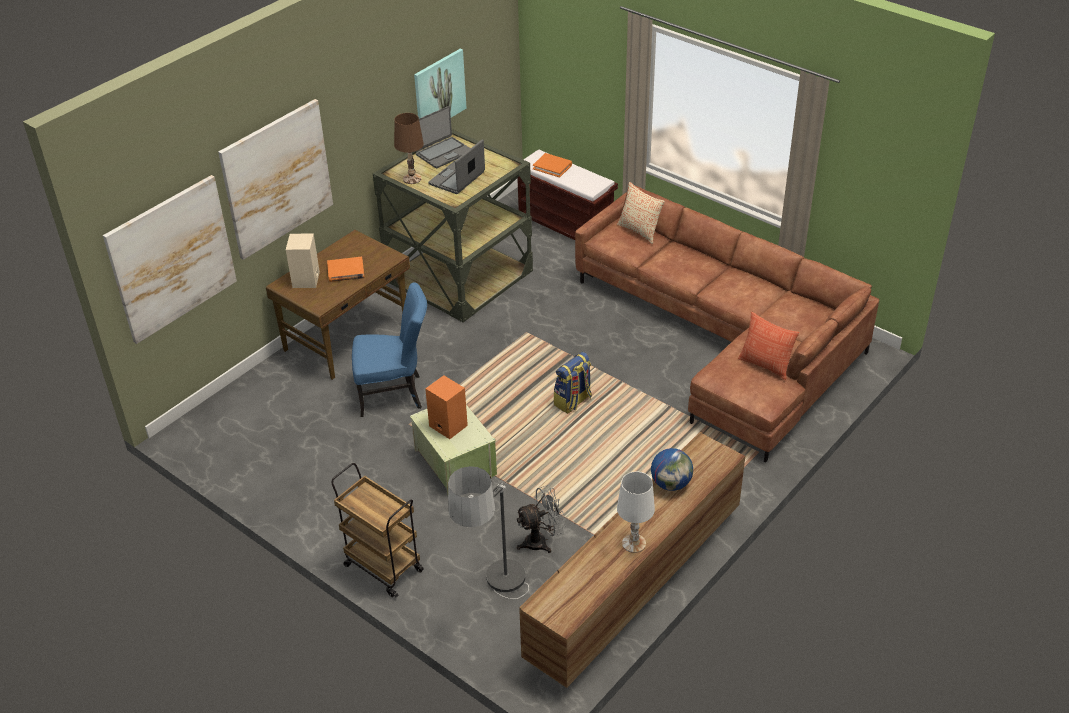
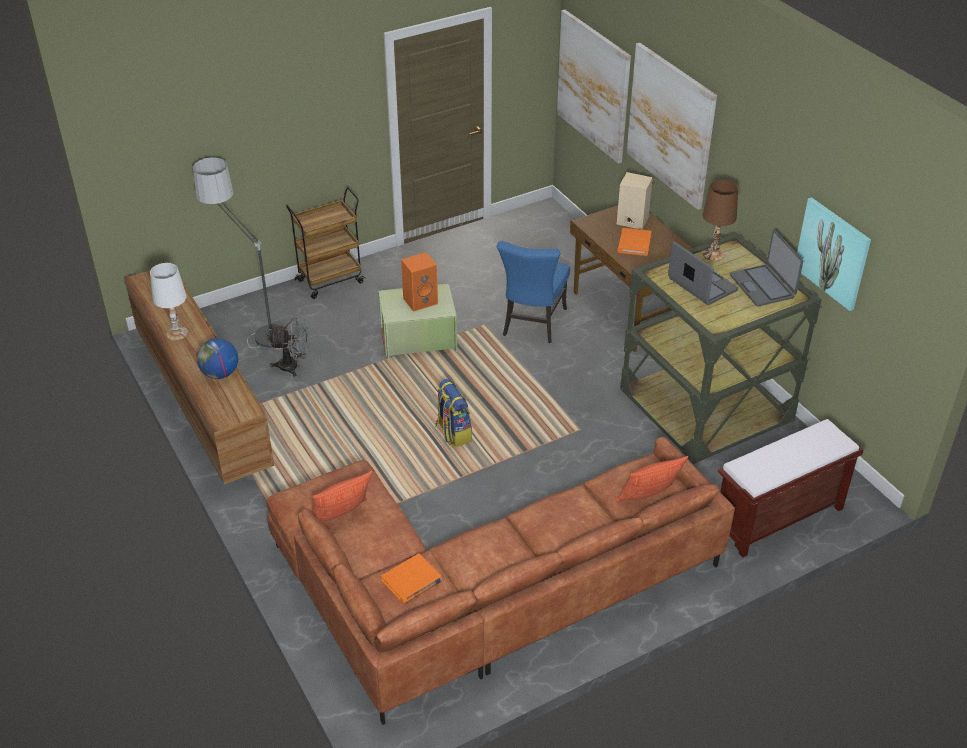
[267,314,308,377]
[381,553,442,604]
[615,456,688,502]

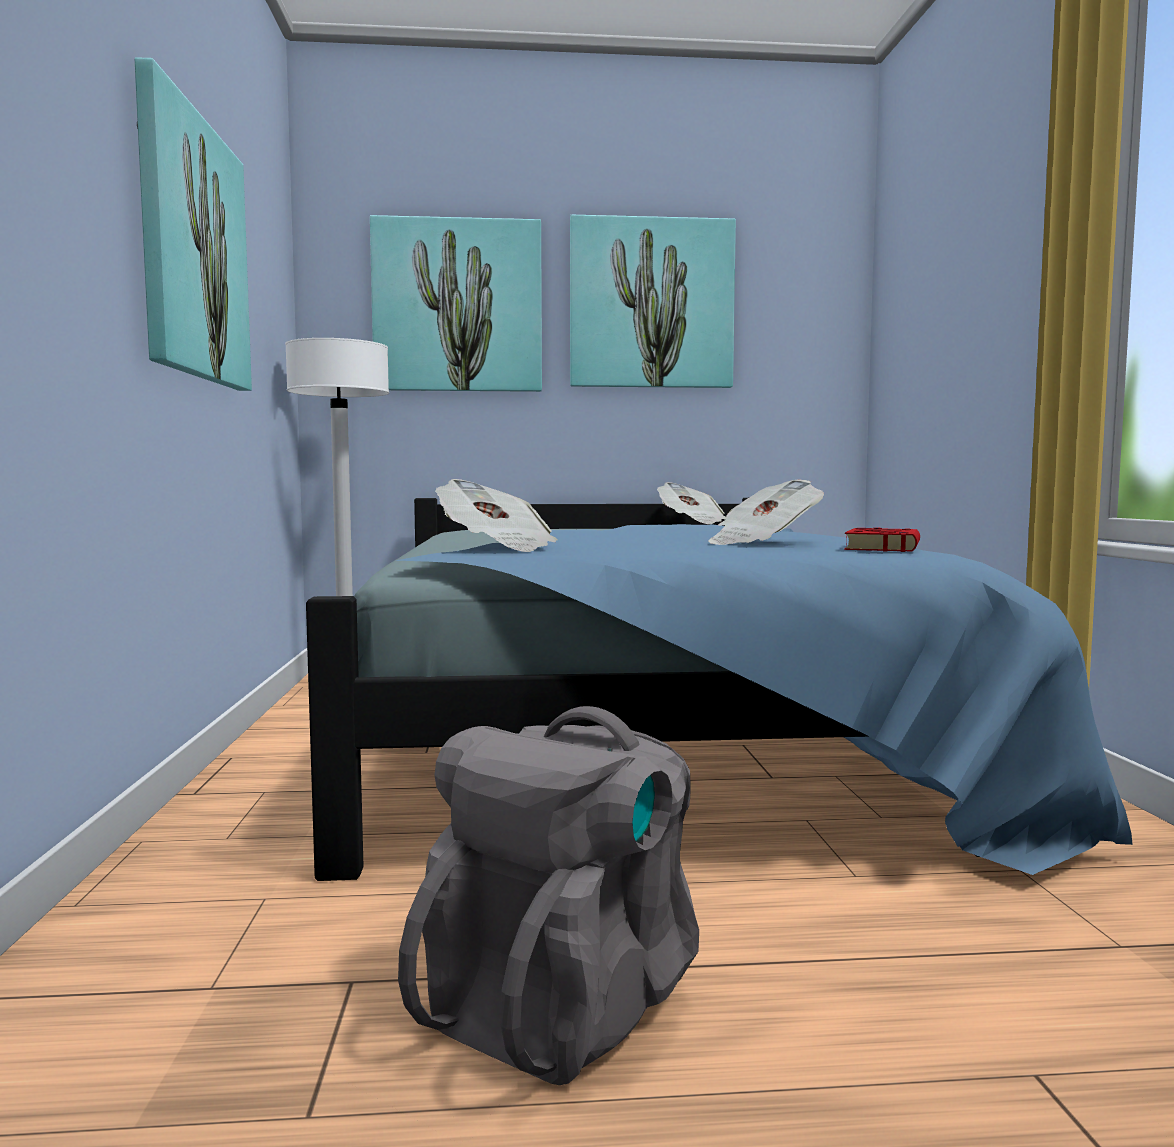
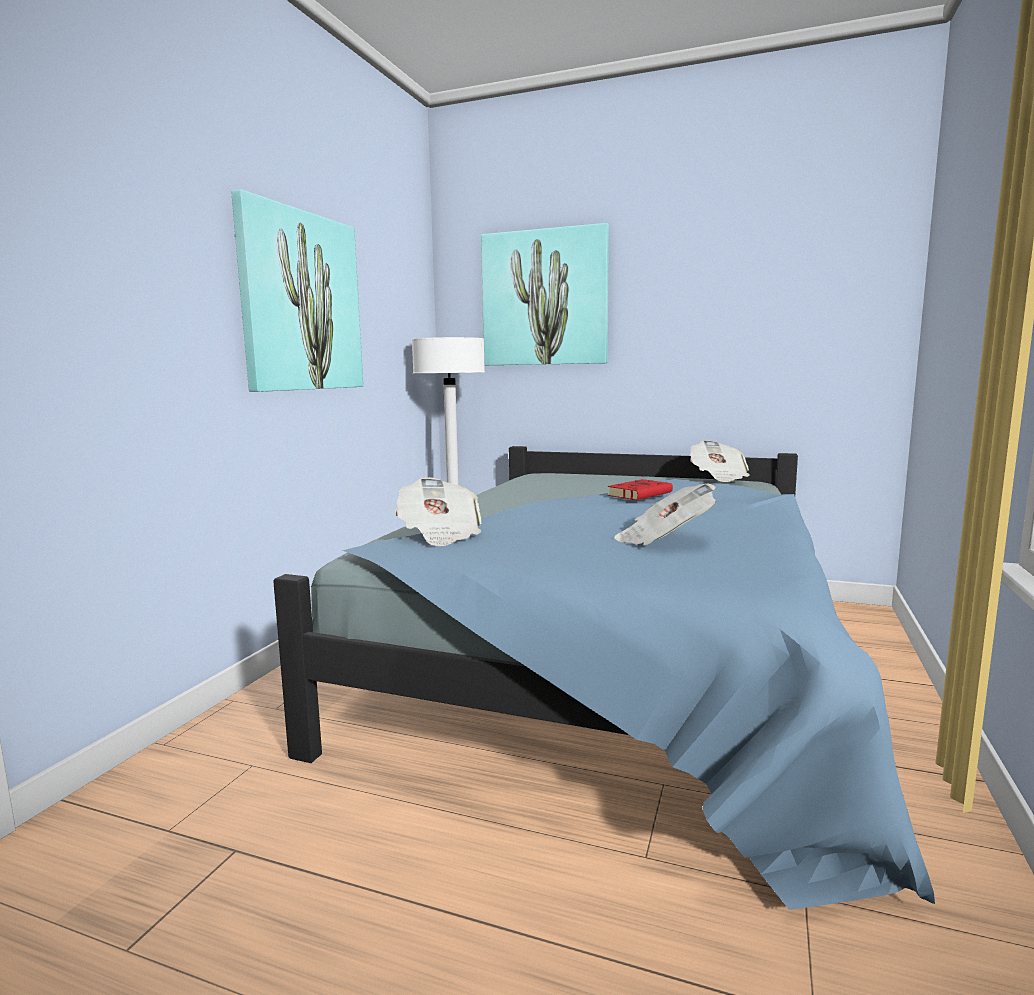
[398,706,699,1085] (first image)
[570,215,736,388] (first image)
[607,479,673,500]

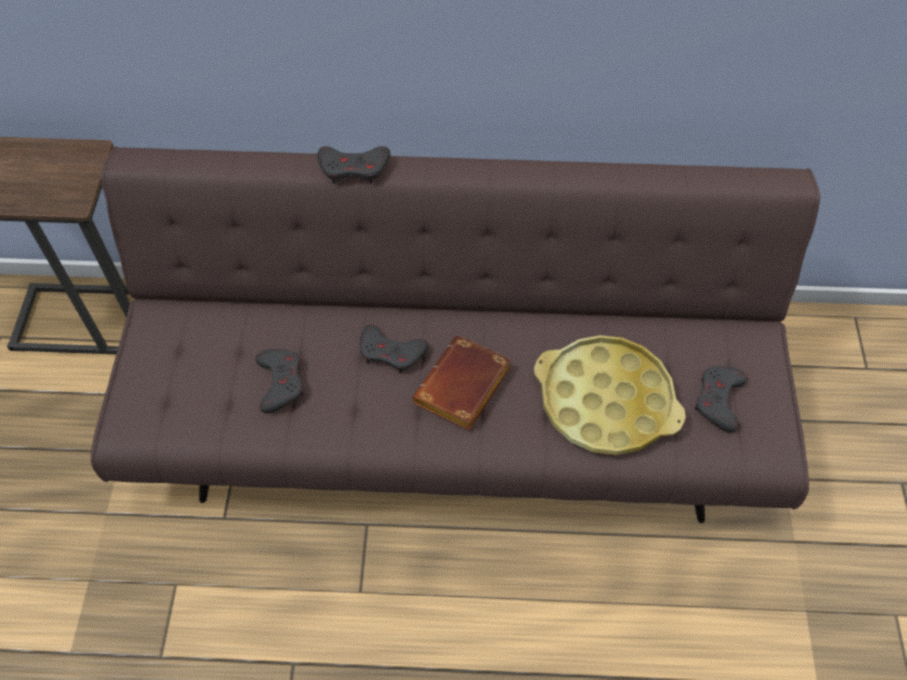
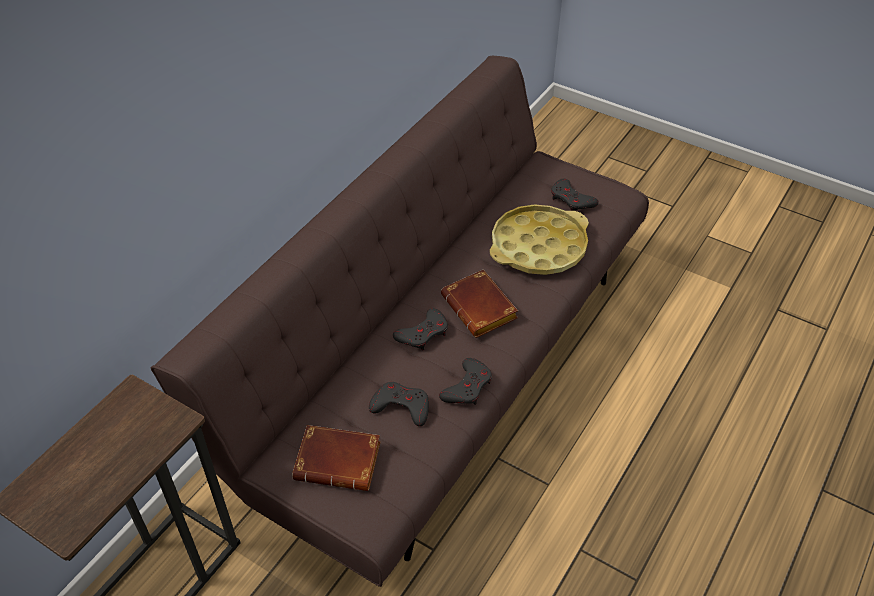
[439,358,492,405]
[292,425,381,491]

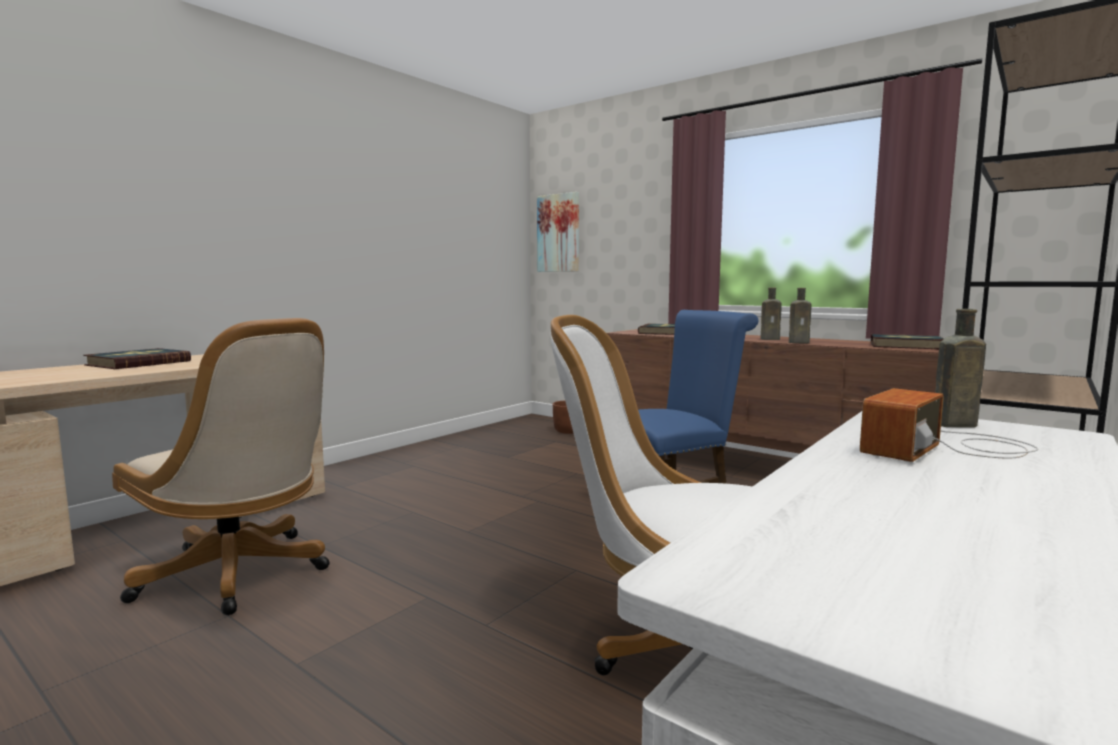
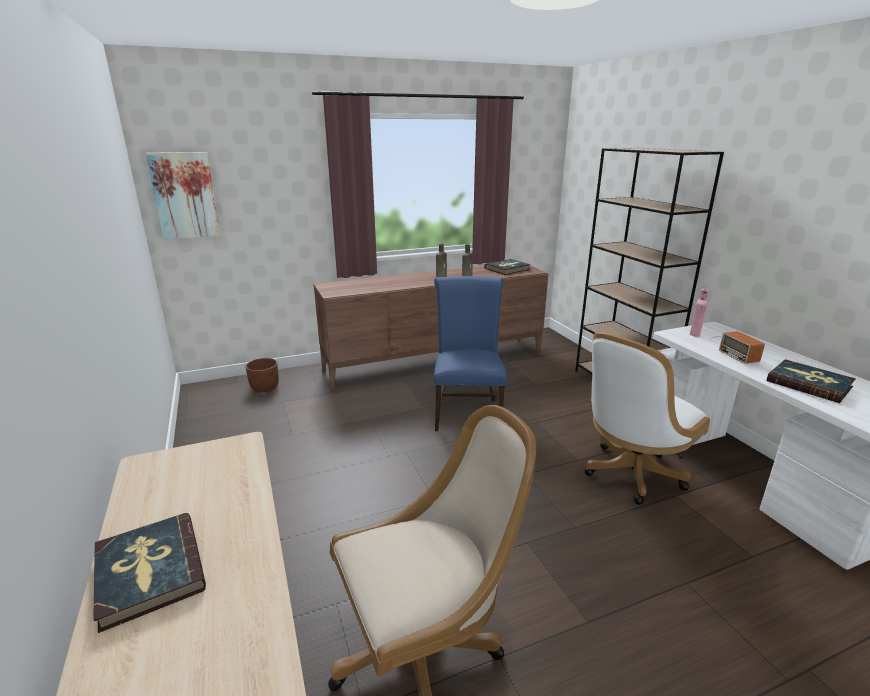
[766,359,855,403]
[690,288,709,337]

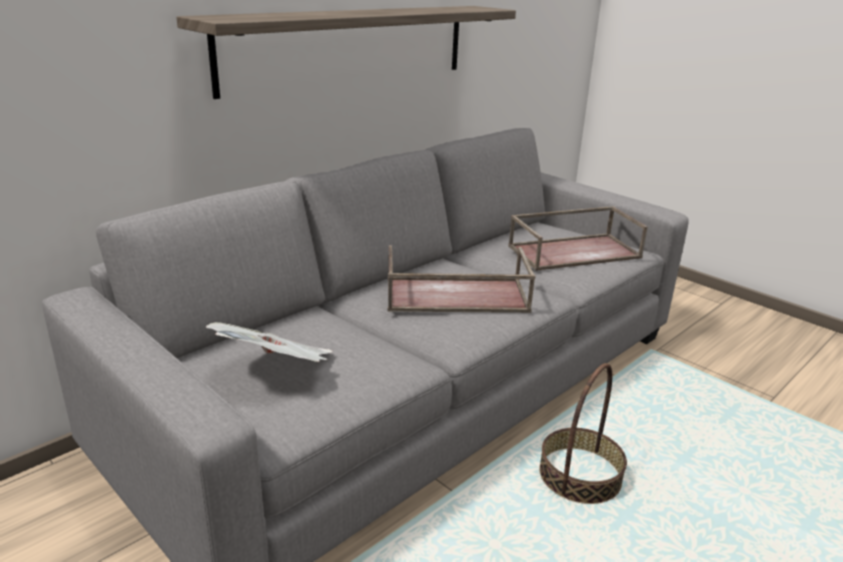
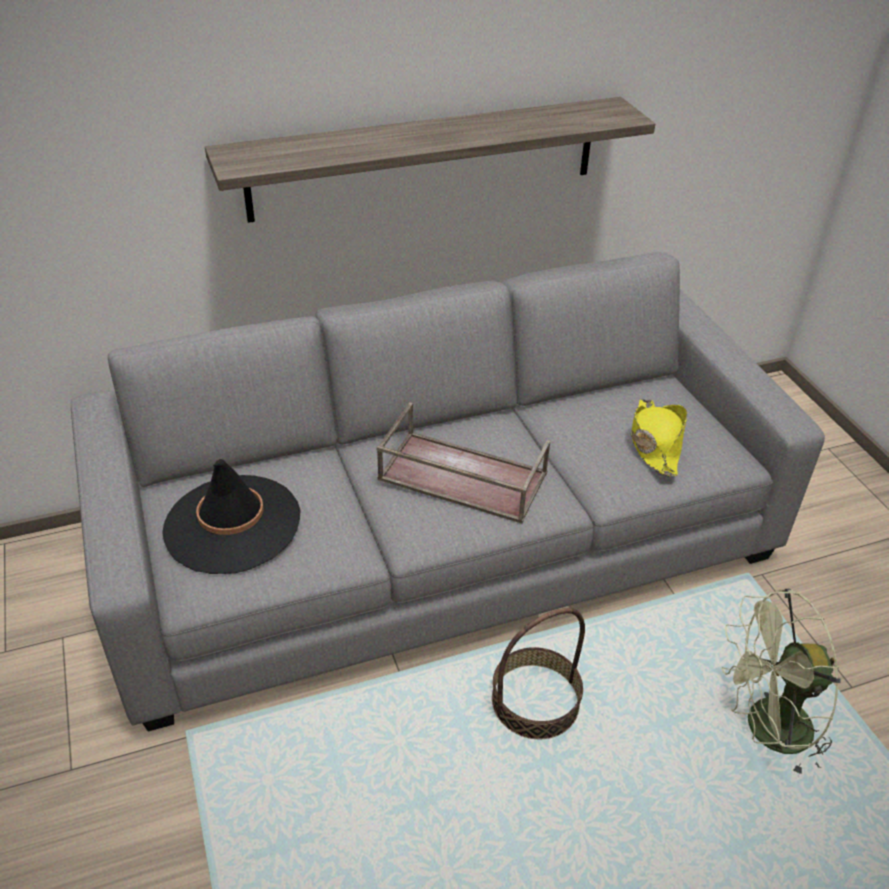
[162,459,301,574]
[631,399,688,477]
[721,589,841,777]

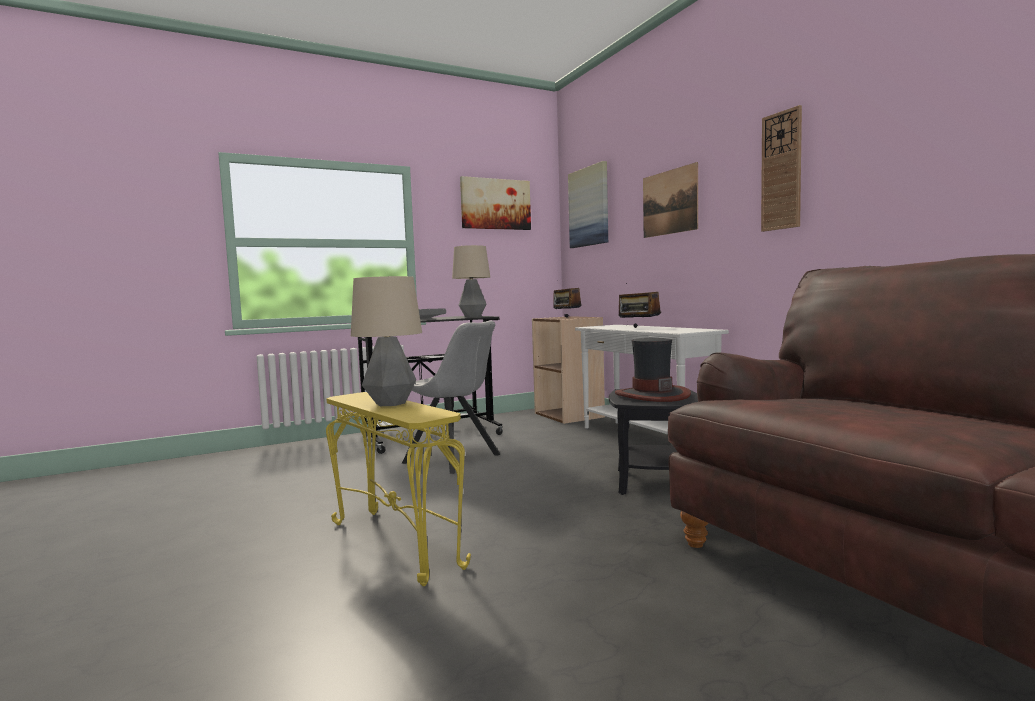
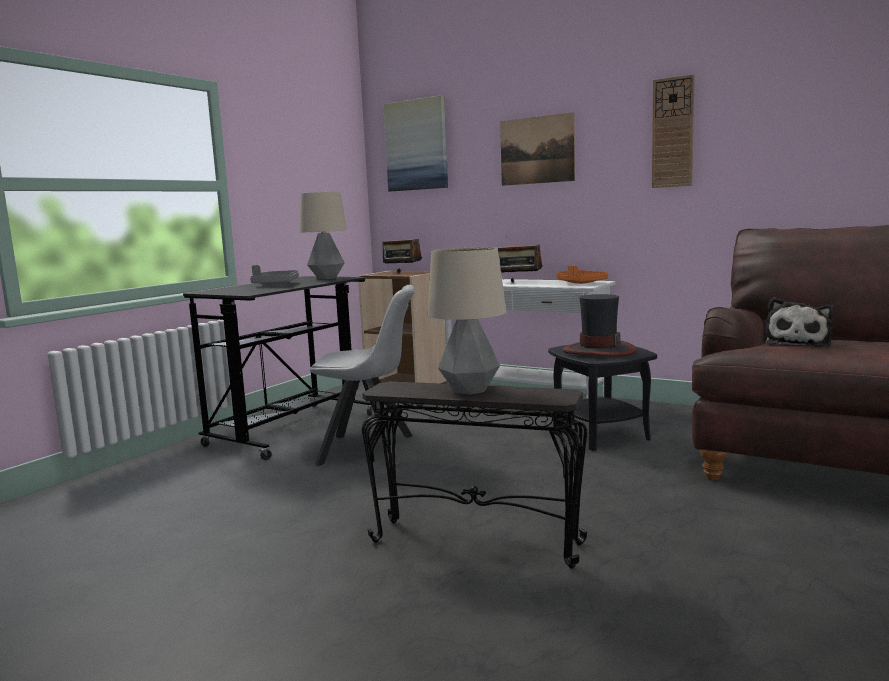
[362,381,587,569]
[460,176,531,230] (first image)
[556,265,608,284]
[765,297,834,347]

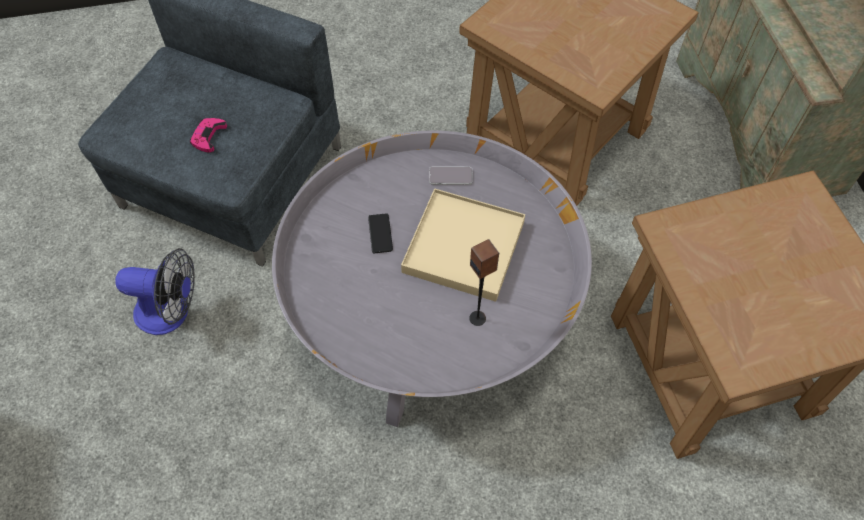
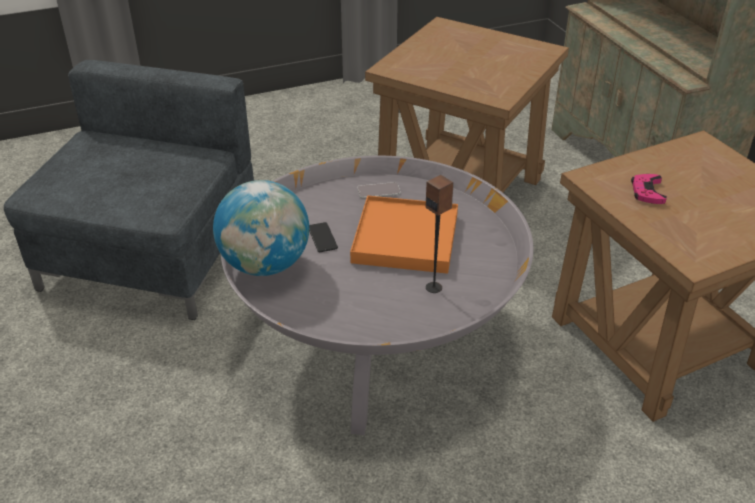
[115,248,195,335] (first image)
[631,174,667,204]
[350,195,458,274]
[213,180,309,276]

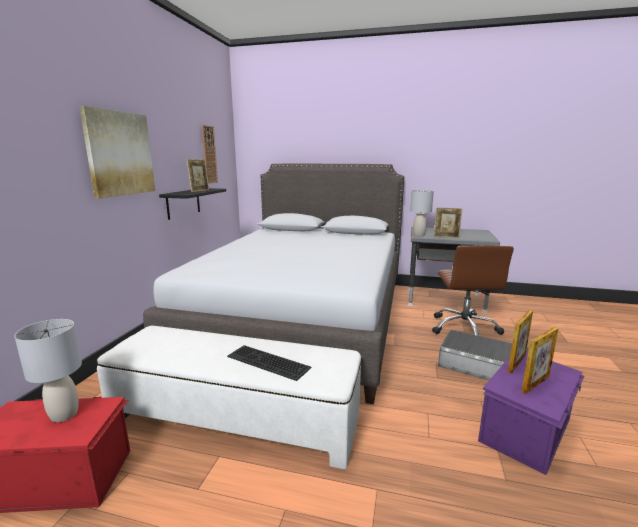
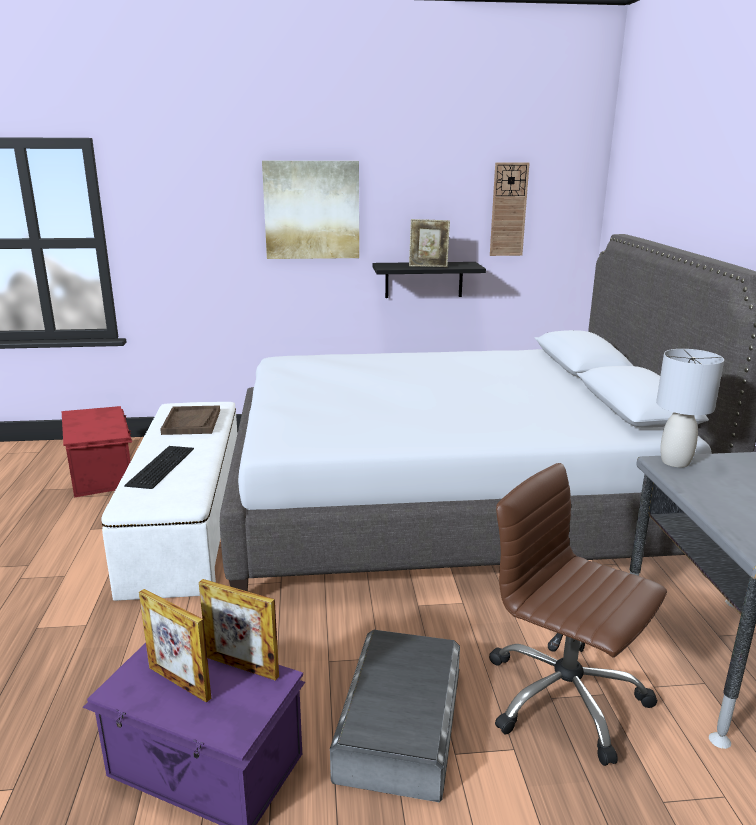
[14,319,82,422] (first image)
[489,463,667,766]
[434,207,462,238] (first image)
[160,405,220,435]

